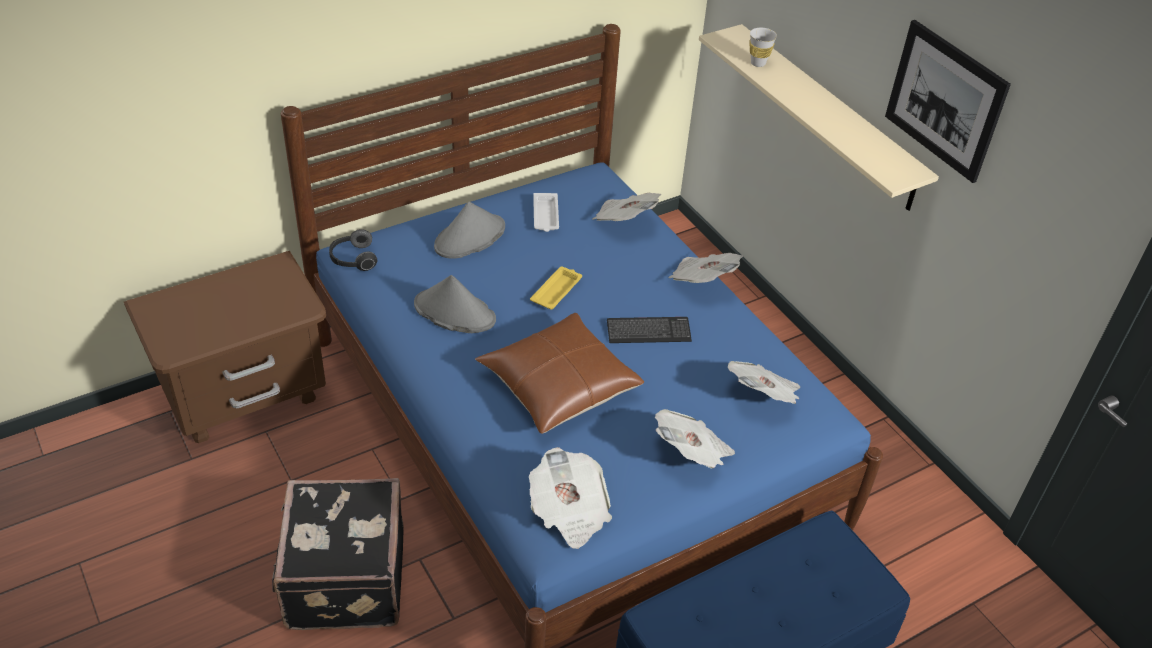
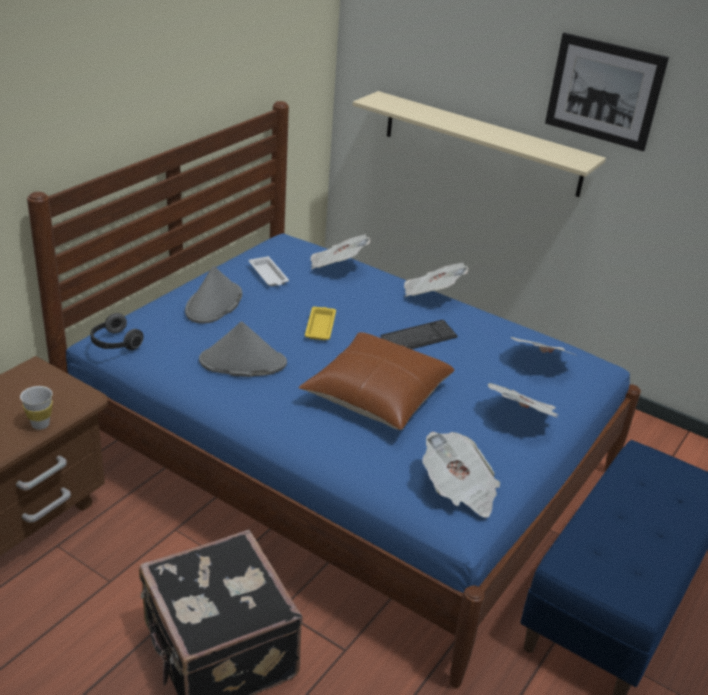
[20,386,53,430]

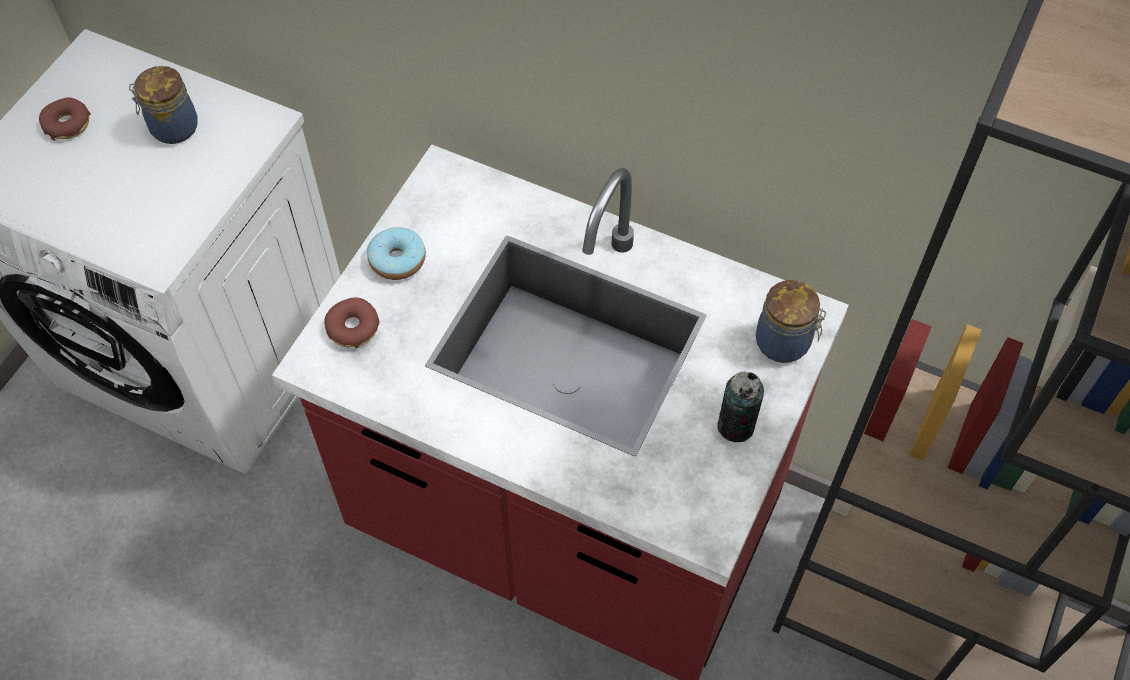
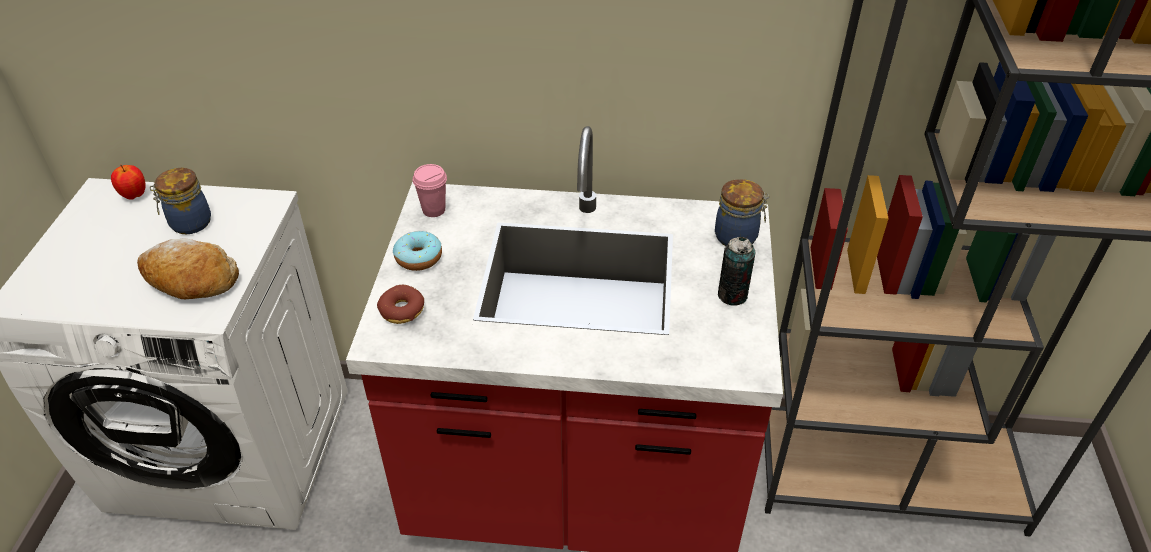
[39,97,91,141] (first image)
[111,165,146,200]
[137,238,239,299]
[413,164,447,217]

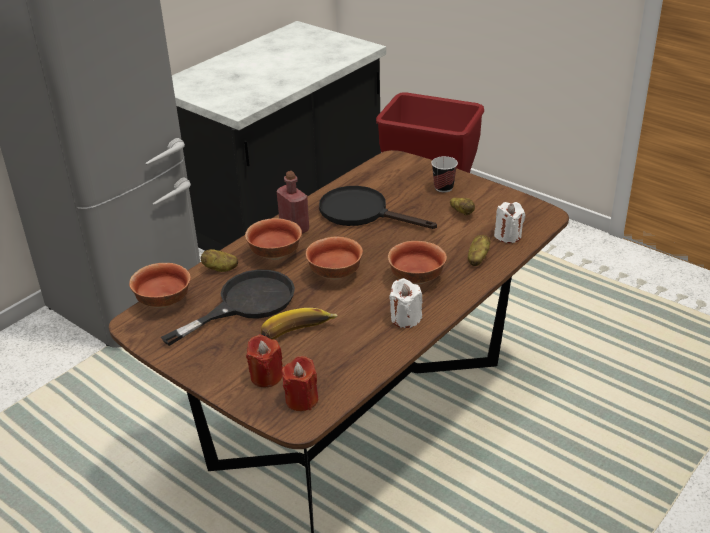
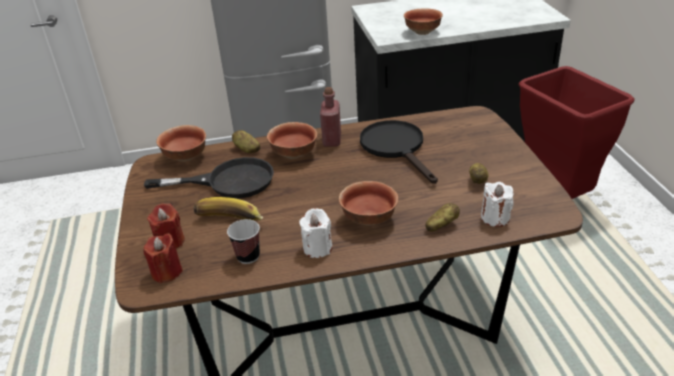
[404,9,443,35]
[227,219,260,264]

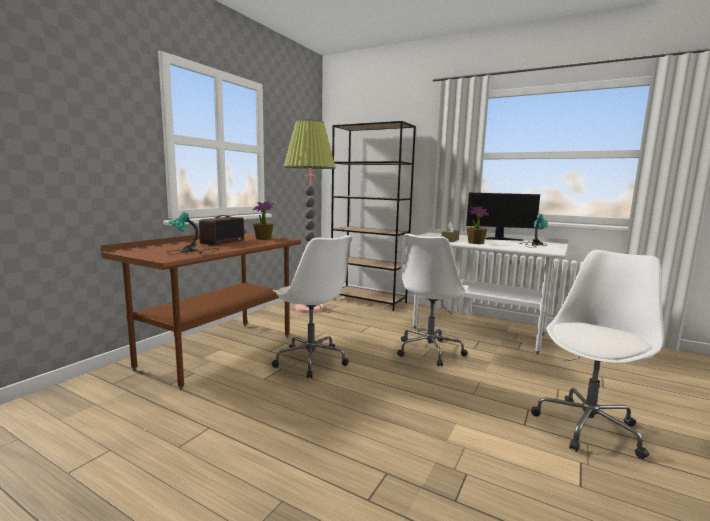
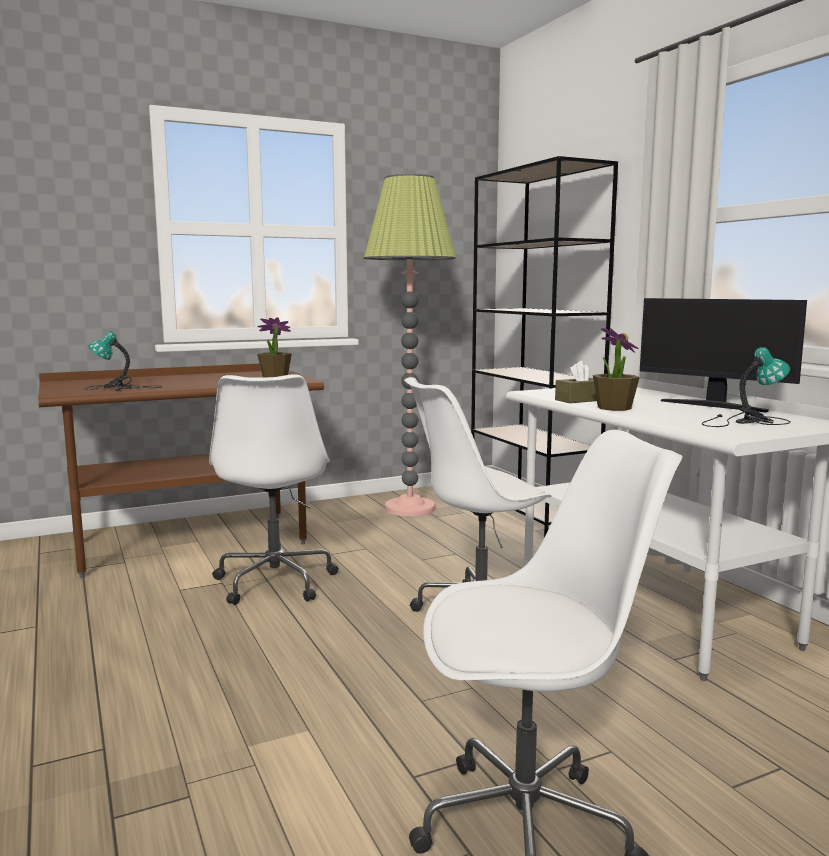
[199,215,244,245] (first image)

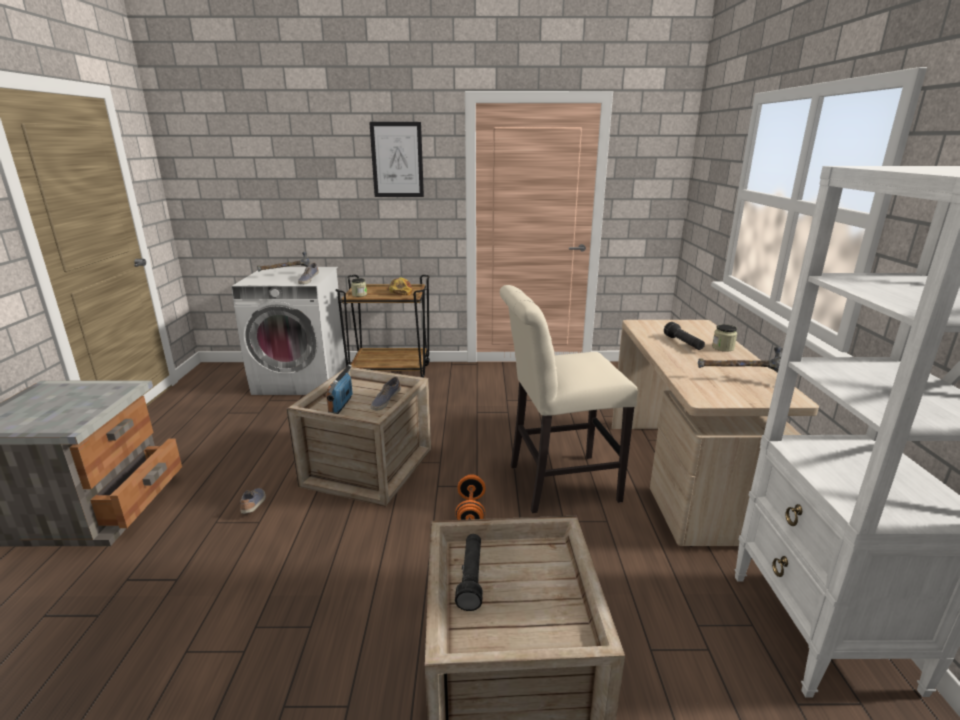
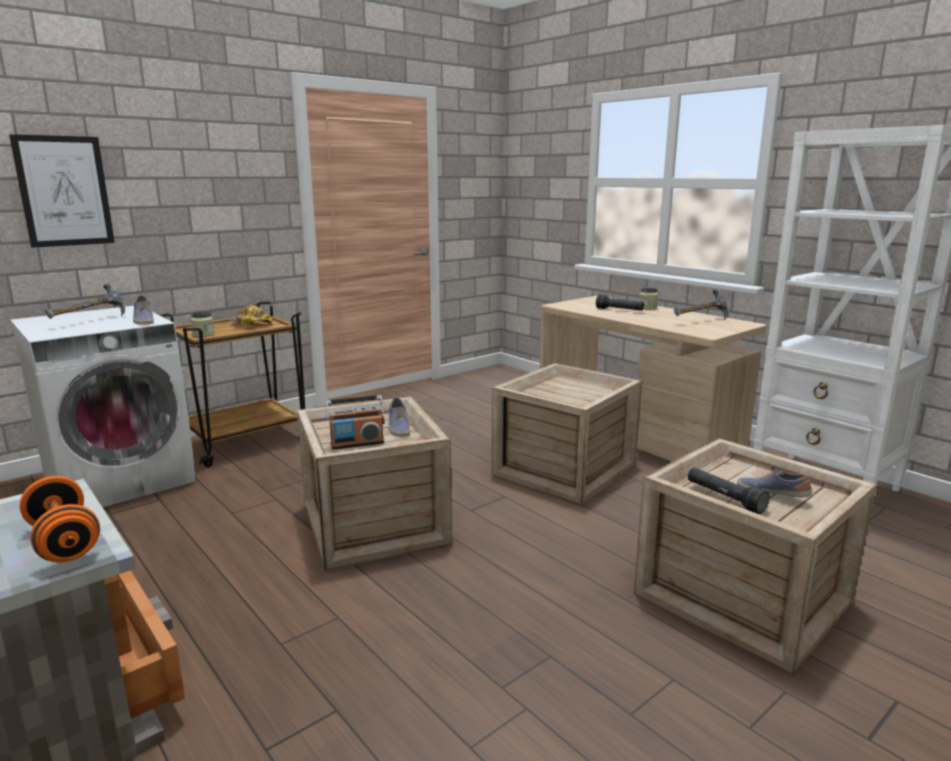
[737,470,812,498]
[325,395,385,450]
[9,134,115,248]
[20,476,100,562]
[491,363,642,505]

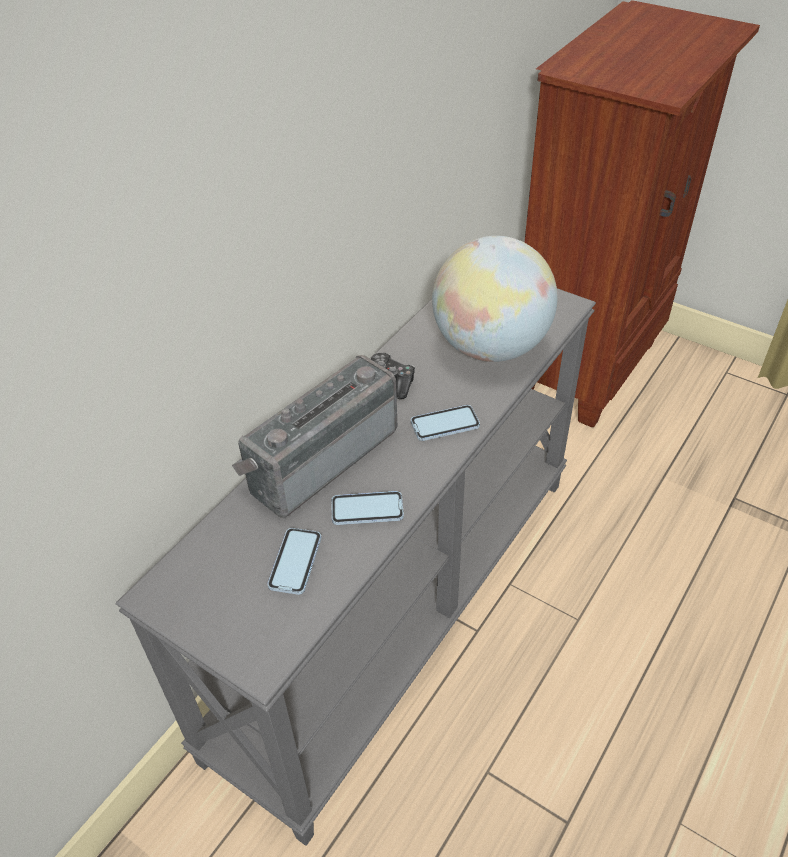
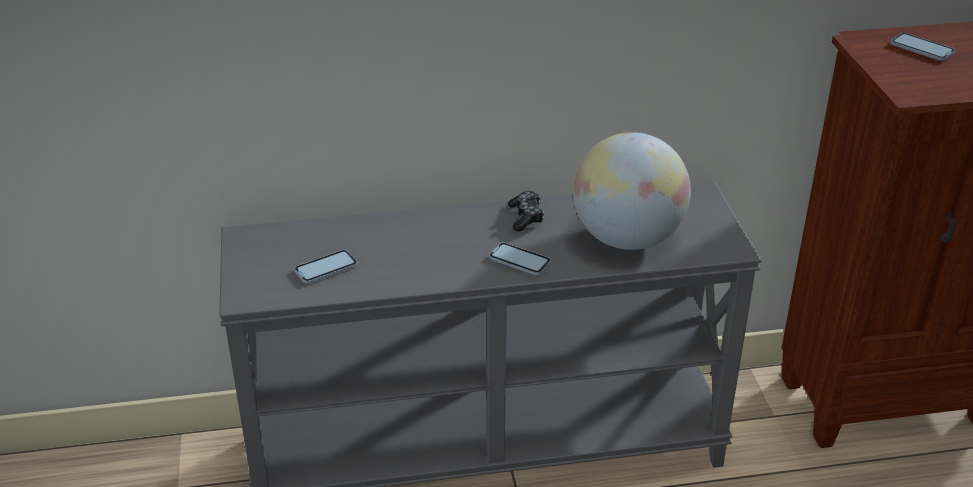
[232,355,397,518] (first image)
[890,33,956,61]

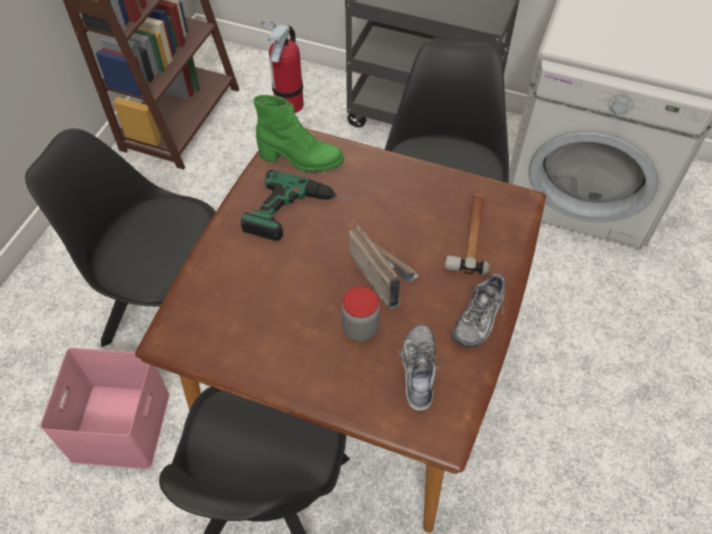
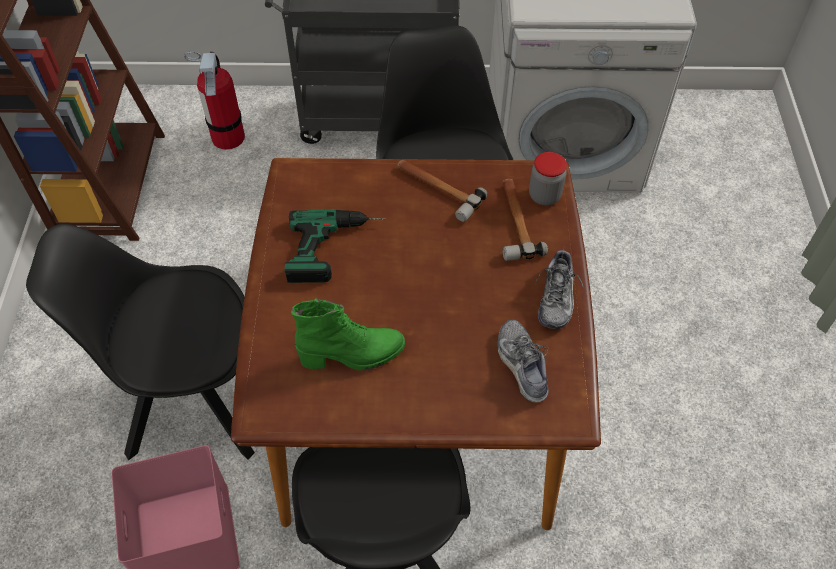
[291,298,405,371]
[529,152,567,206]
[349,225,419,310] (first image)
[397,160,487,222]

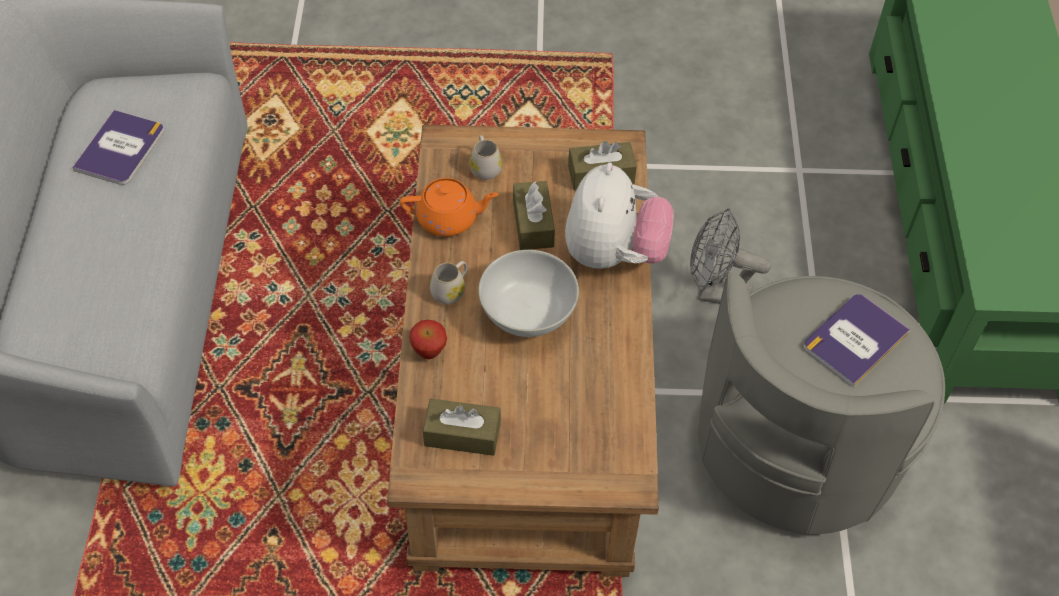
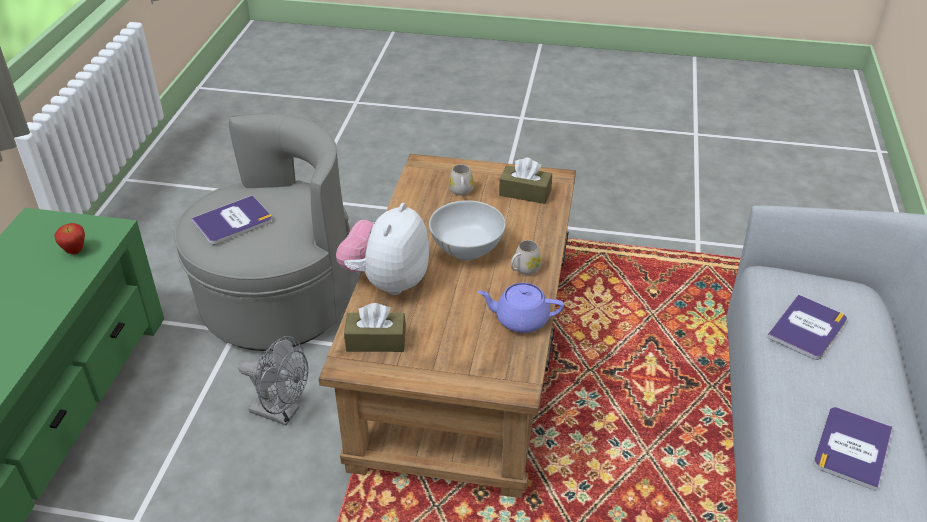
[478,283,564,333]
[54,223,85,254]
[449,164,474,196]
[513,181,555,250] (first image)
[767,294,847,360]

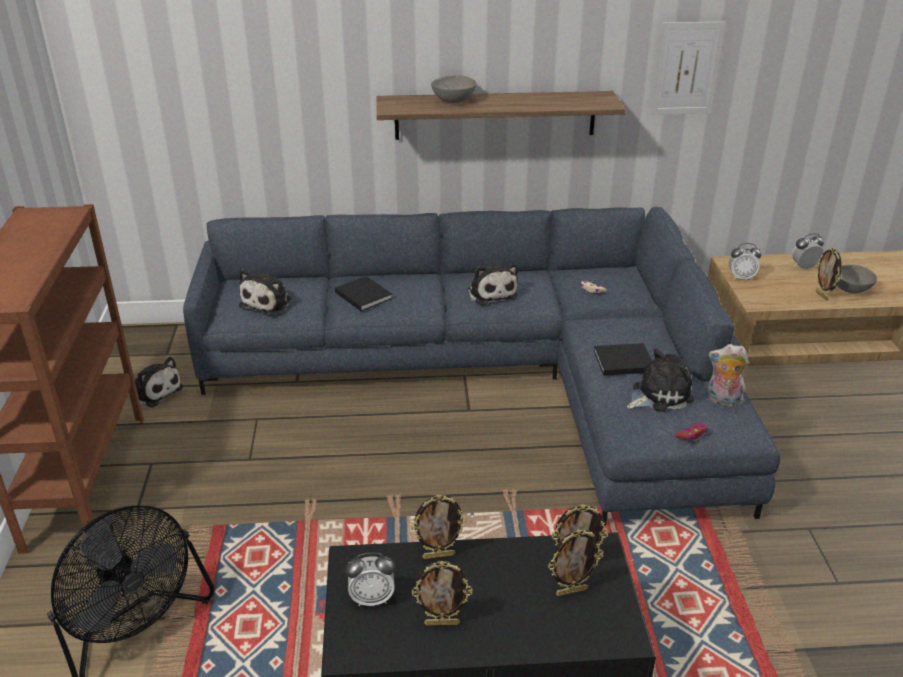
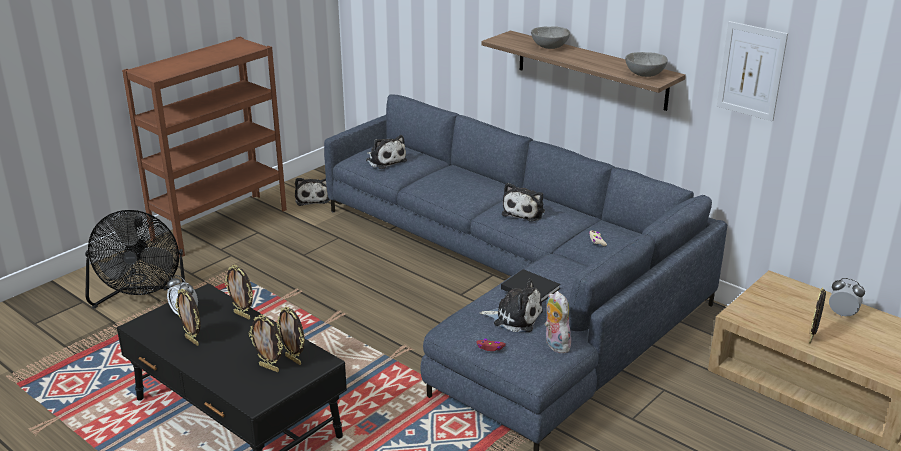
[366,135,407,169]
[335,276,393,311] (first image)
[729,243,761,281] (first image)
[625,52,668,77]

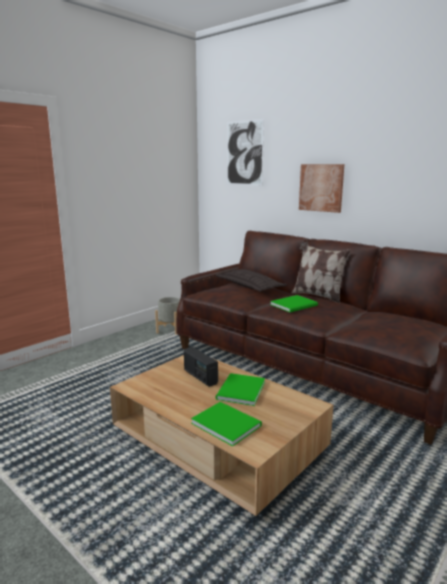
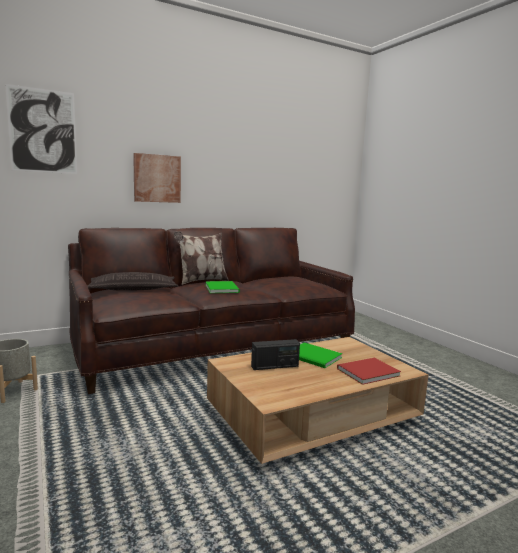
[337,358,401,385]

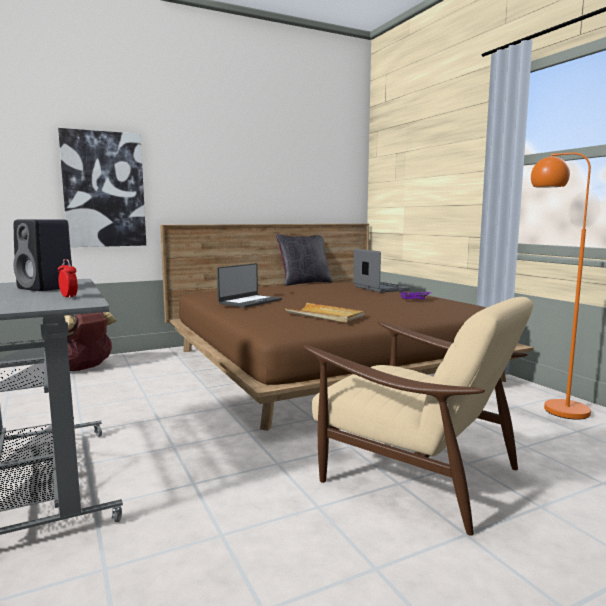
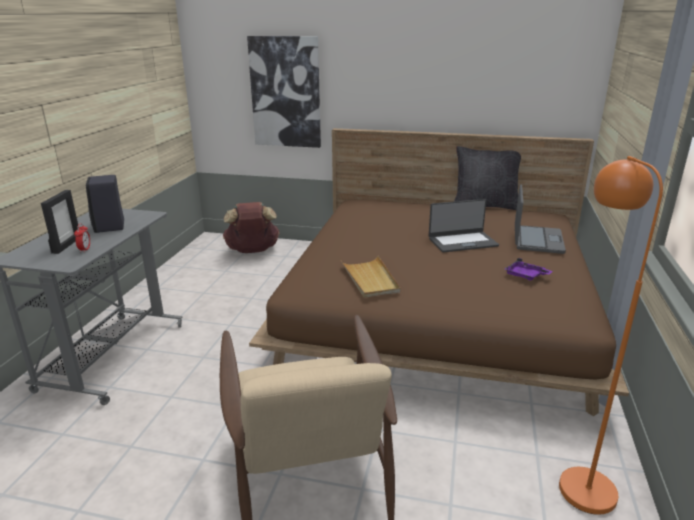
[429,199,499,252]
[41,190,78,254]

